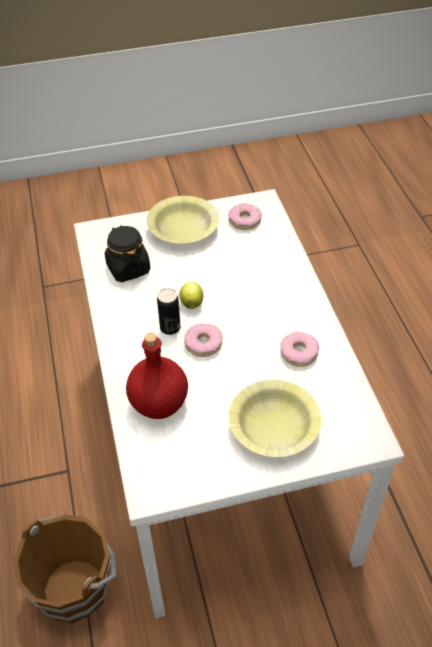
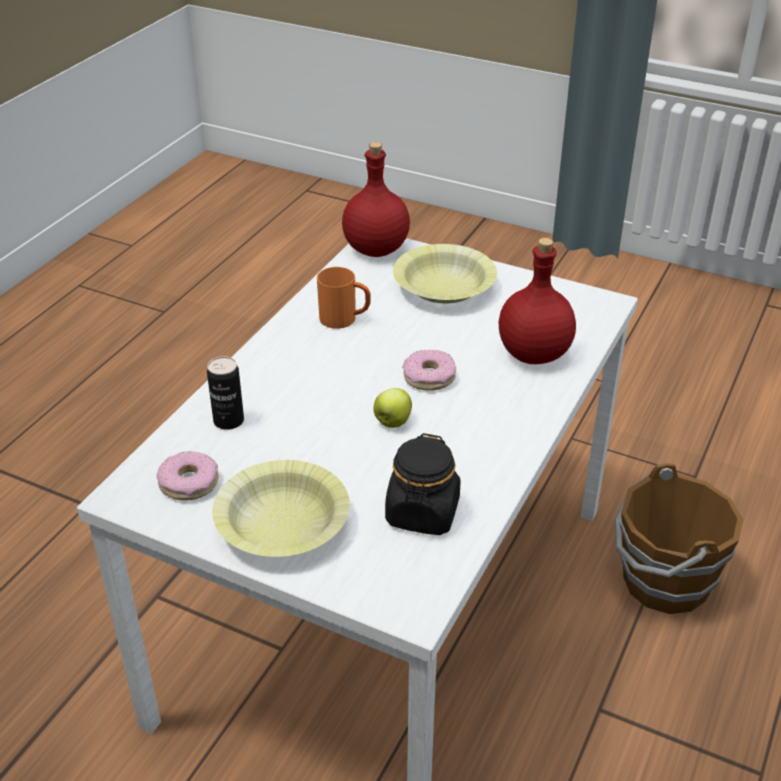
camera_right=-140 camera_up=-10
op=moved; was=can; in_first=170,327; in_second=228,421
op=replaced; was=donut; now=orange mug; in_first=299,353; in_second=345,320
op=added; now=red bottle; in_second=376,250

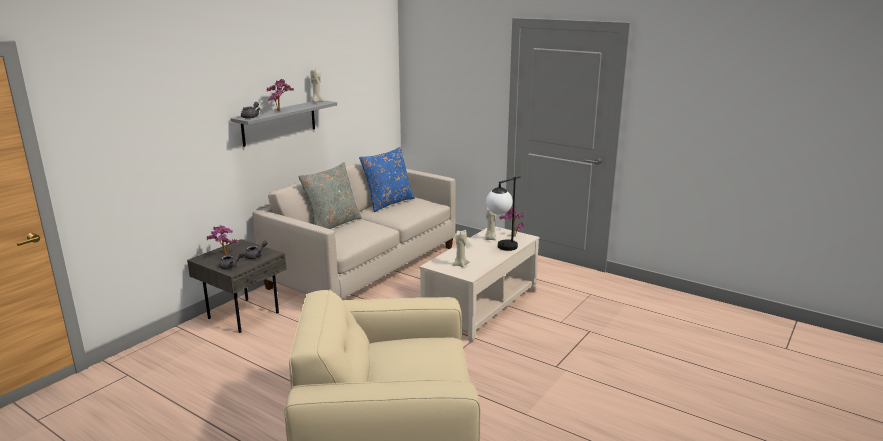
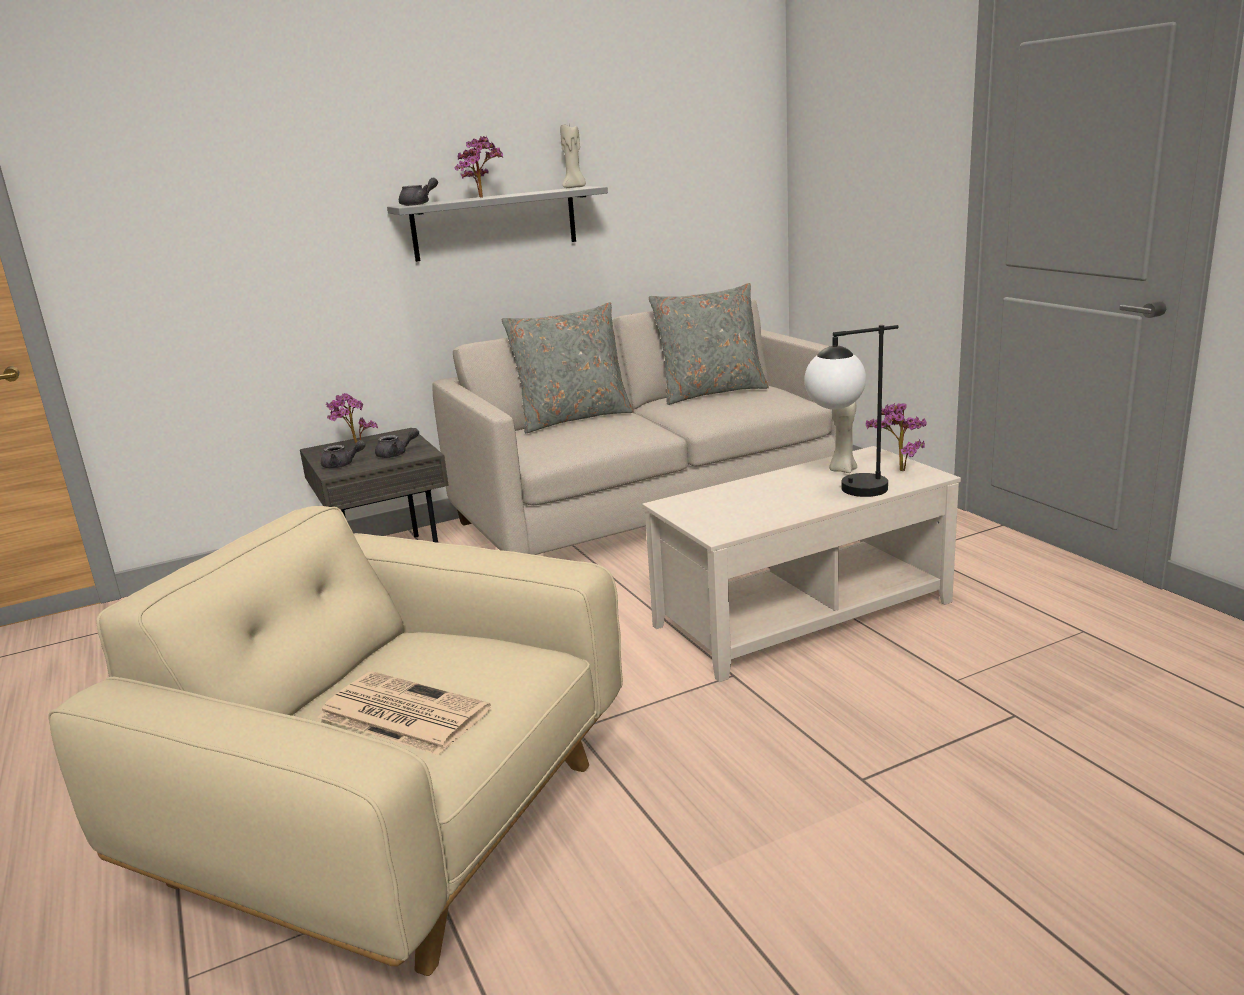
camera_right=30 camera_up=0
op=recoloured; was=blue pillow; now=grey pillow; in_first=388,203; in_second=711,392
op=removed; was=beige candle; in_first=460,264
op=added; now=newspaper; in_second=401,713

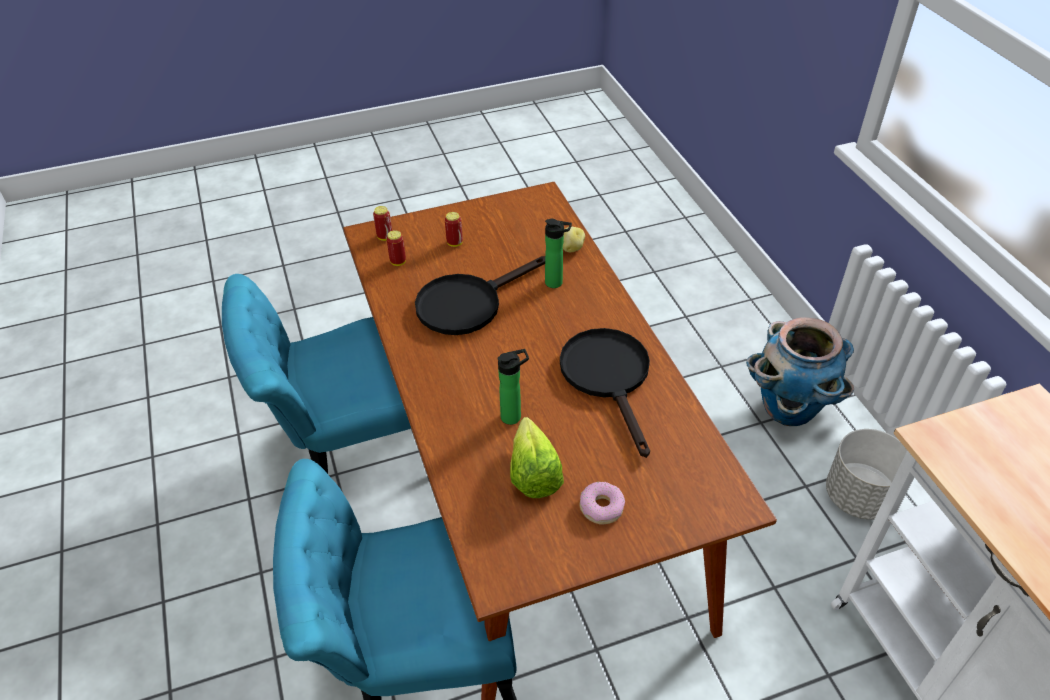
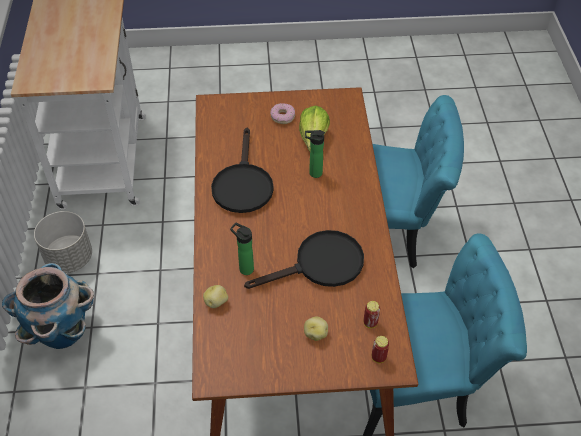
camera_right=-165 camera_up=5
op=replaced; was=can; now=potato; in_first=454,243; in_second=315,333

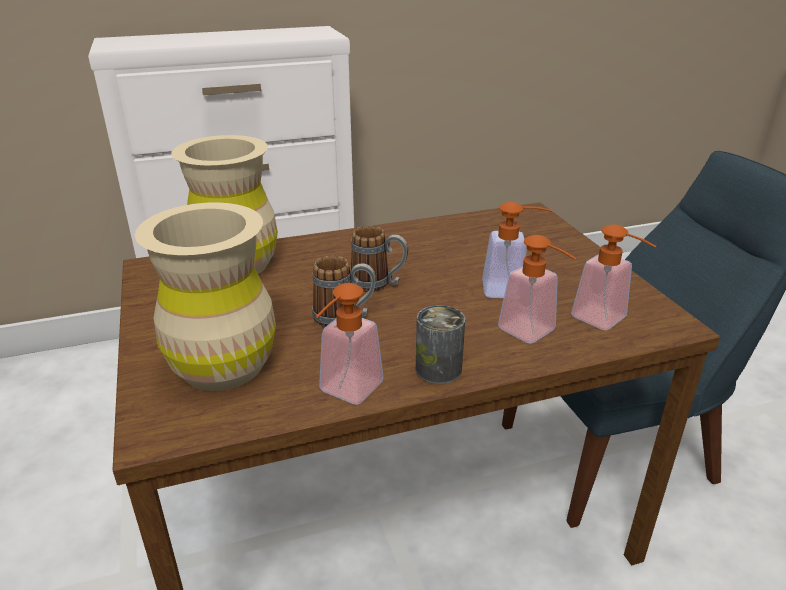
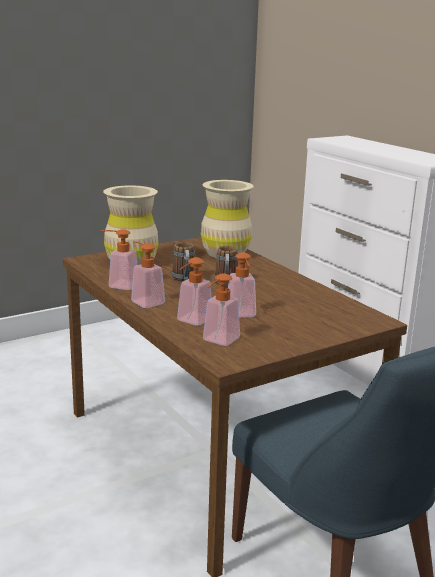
camera_right=75 camera_up=-10
op=replaced; was=can; now=soap dispenser; in_first=438,369; in_second=144,301

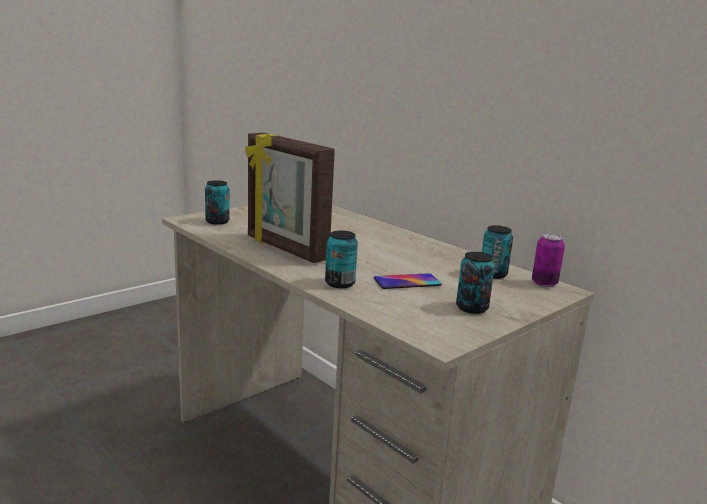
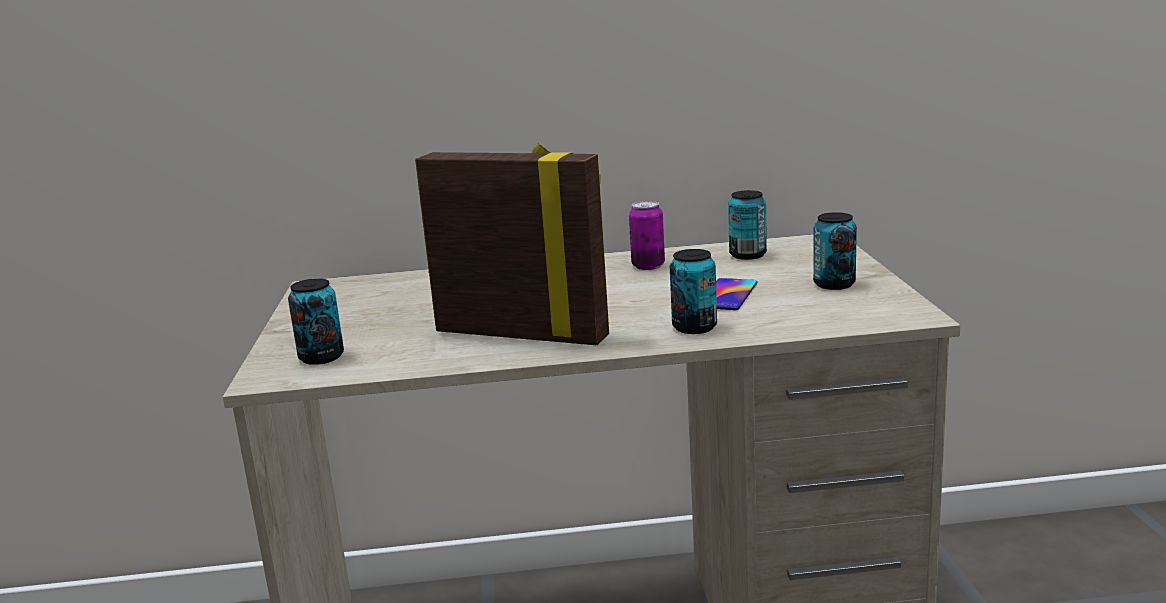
camera_right=-50 camera_up=0
op=turned; was=picture frame; in_first=285,249; in_second=522,334; clockwise=-150
op=moved; was=can; in_first=544,283; in_second=648,266

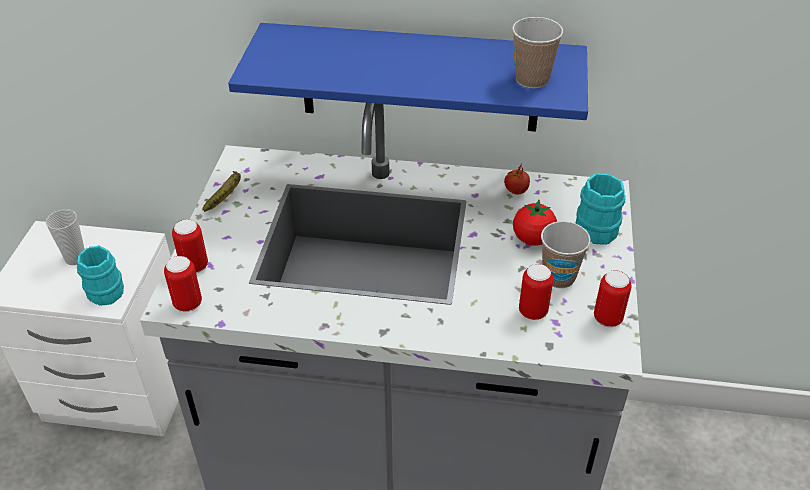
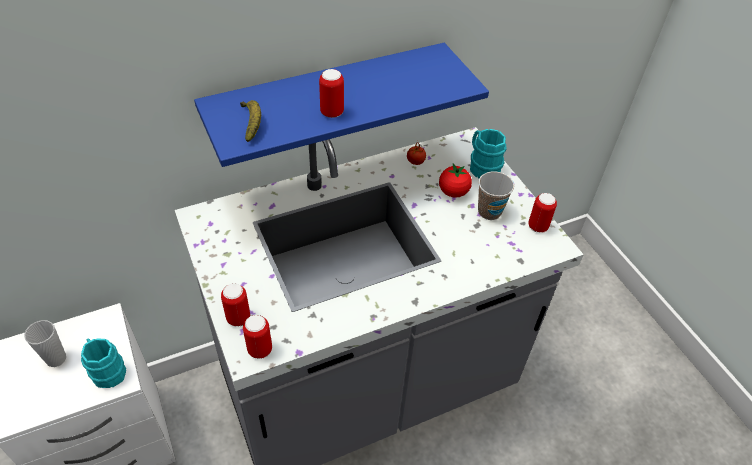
camera_right=-35 camera_up=5
op=moved; was=banana; in_first=227,196; in_second=252,124
op=removed; was=cup; in_first=532,79
op=moved; was=can; in_first=533,311; in_second=332,112

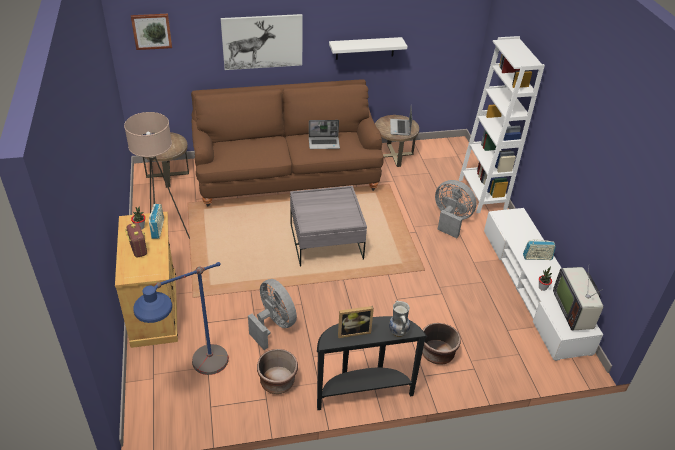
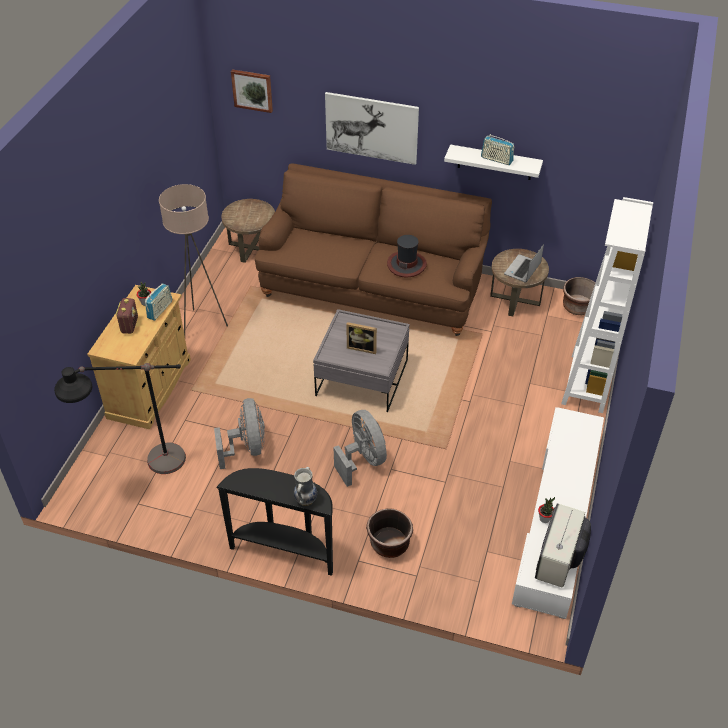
camera_right=30 camera_up=5
op=recoloured; was=blue floor lamp; now=black floor lamp; in_first=196,379; in_second=142,472
op=moved; was=brown planter; in_first=277,382; in_second=577,307
op=replaced; was=laptop; now=hat; in_first=324,143; in_second=406,264
op=moved; was=picture frame; in_first=353,331; in_second=362,347
op=moved; was=grey fan; in_first=451,220; in_second=363,460
op=moved; was=radio; in_first=537,257; in_second=496,159

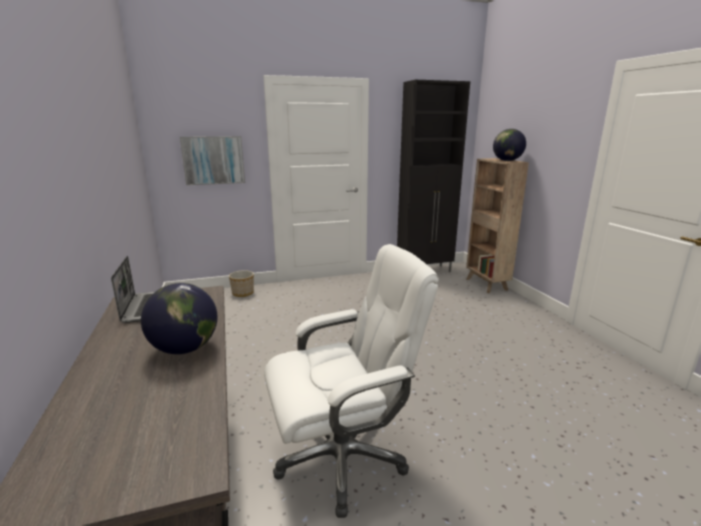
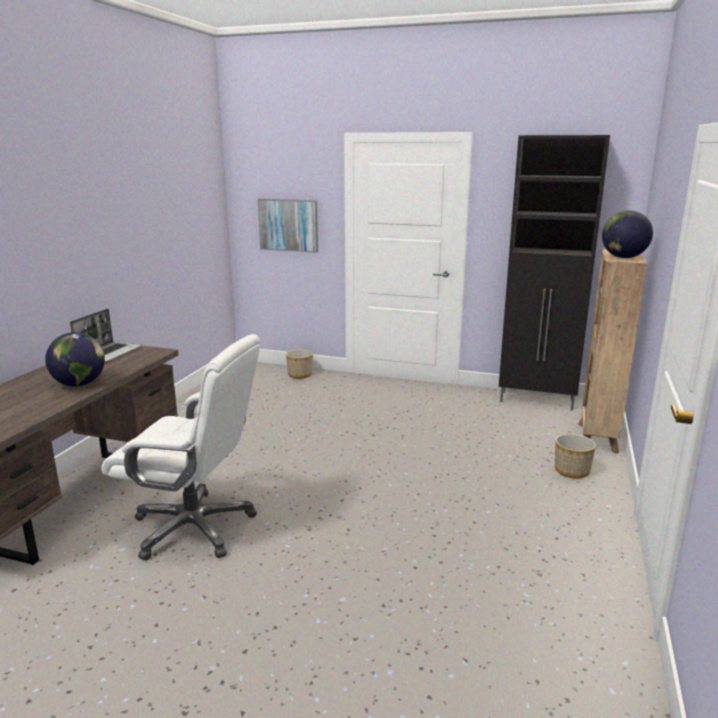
camera_right=35 camera_up=0
op=added; now=planter; in_second=571,471

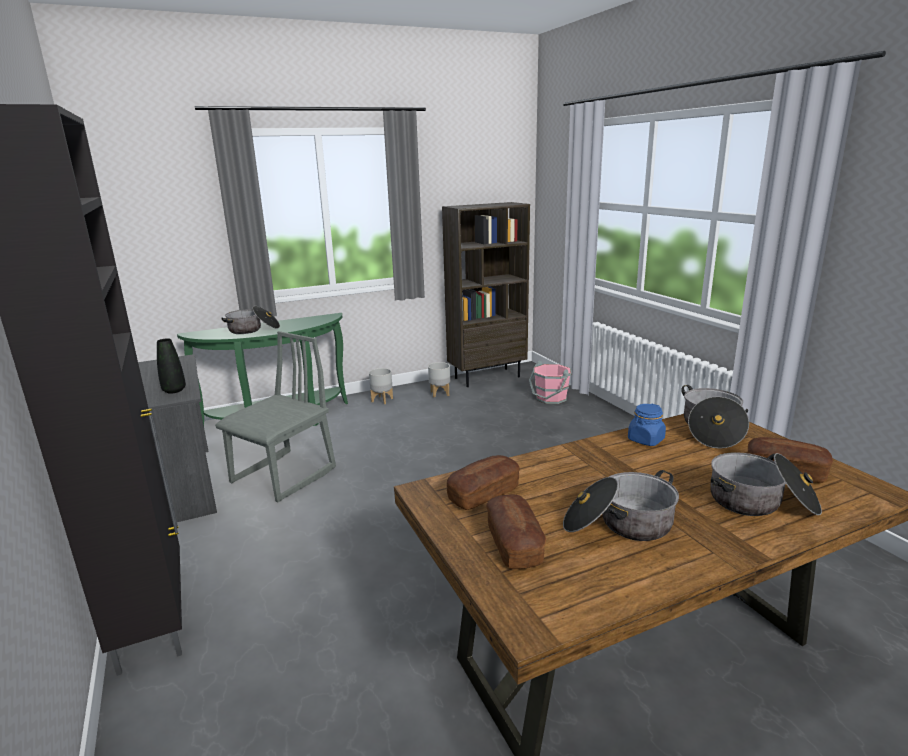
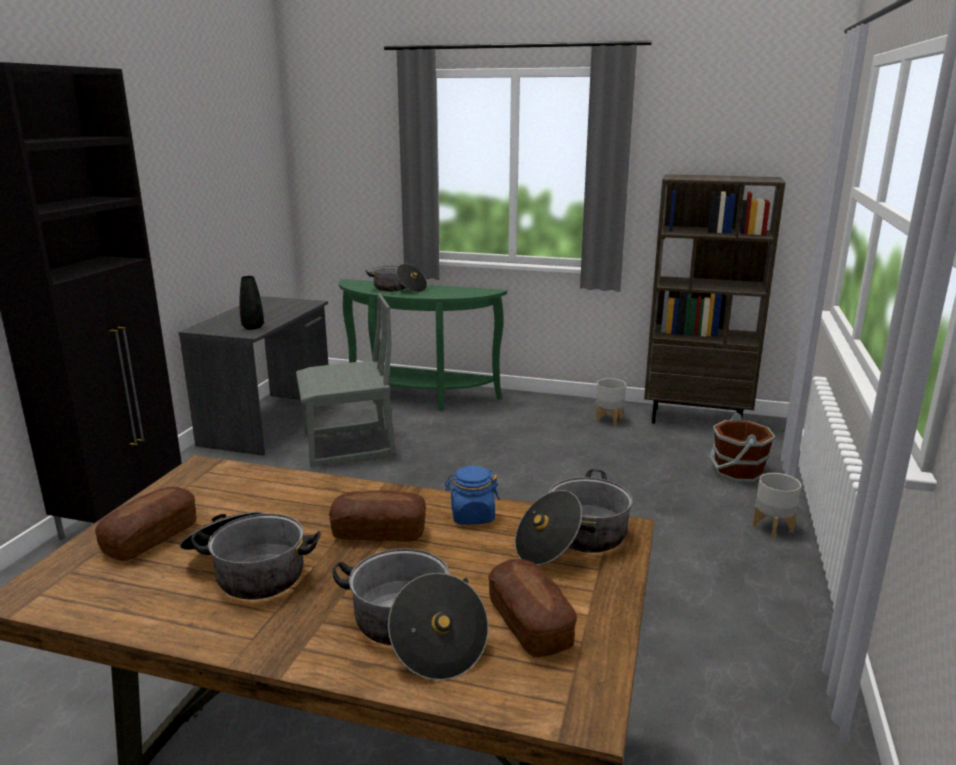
camera_right=40 camera_up=0
op=moved; was=grey planter; in_first=382,400; in_second=773,528
op=moved; was=bread; in_first=484,494; in_second=379,532
op=recoloured; was=pink bucket; now=brown bucket; in_first=550,398; in_second=737,472

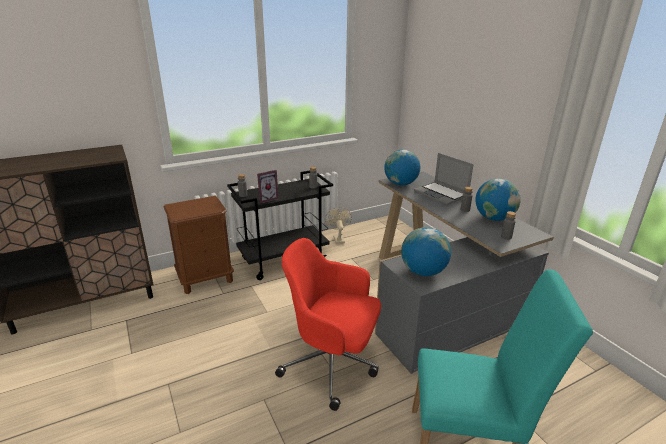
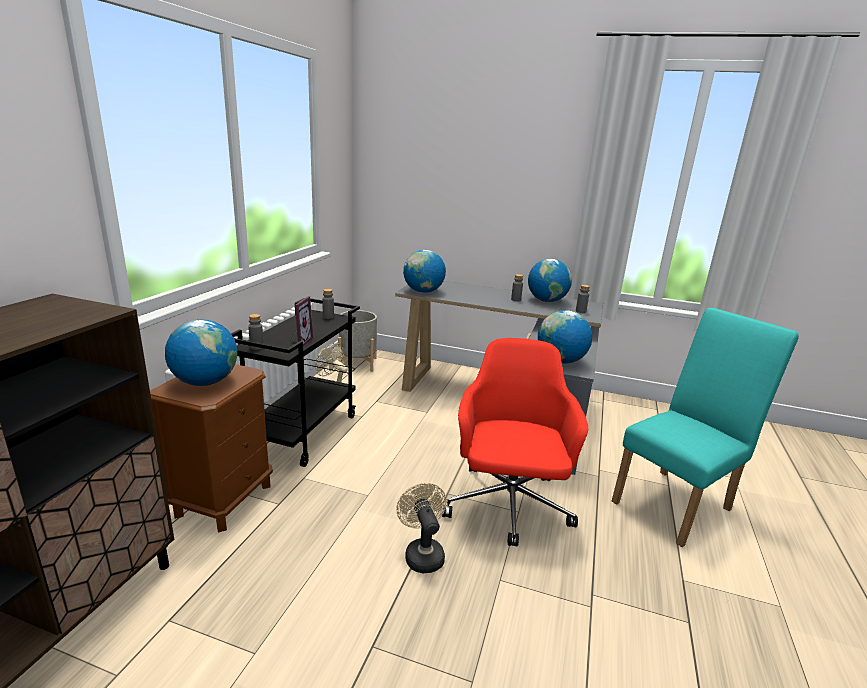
camera_right=-45 camera_up=-5
op=turned; was=red office chair; in_first=332,365; in_second=508,506; clockwise=120
op=removed; was=laptop; in_first=441,194
op=added; now=globe; in_second=205,382
op=added; now=grey planter; in_second=357,363
op=added; now=beige fan; in_second=422,553

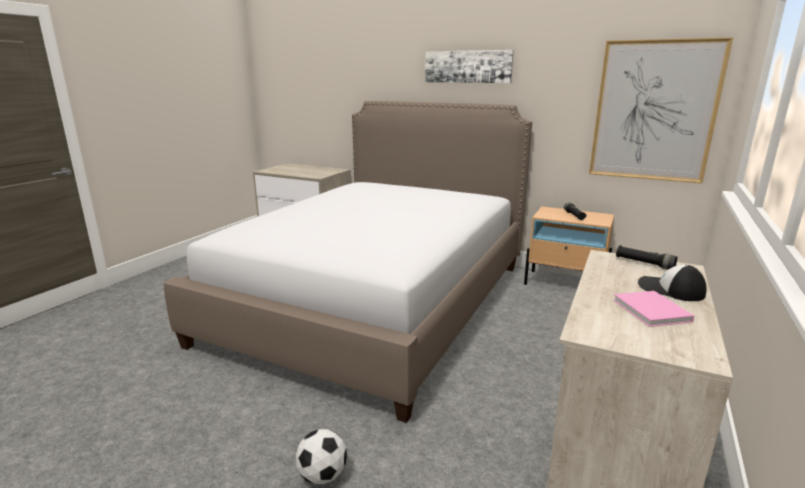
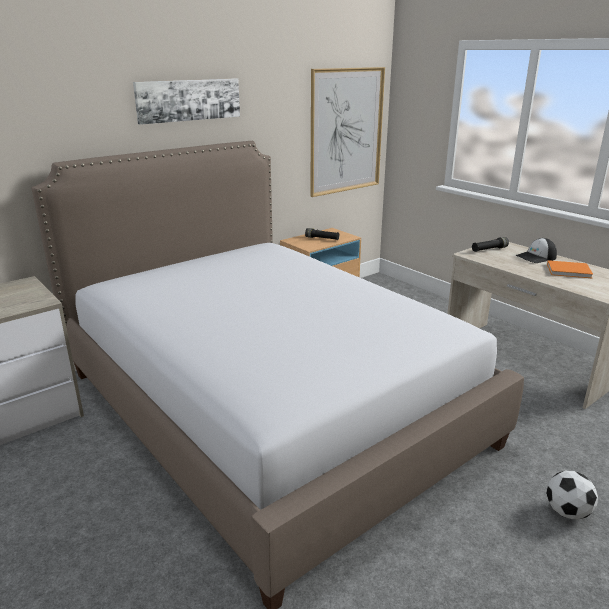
camera_right=-65 camera_up=5
op=recoloured; was=pink book; now=orange book; in_first=652,311; in_second=570,271

